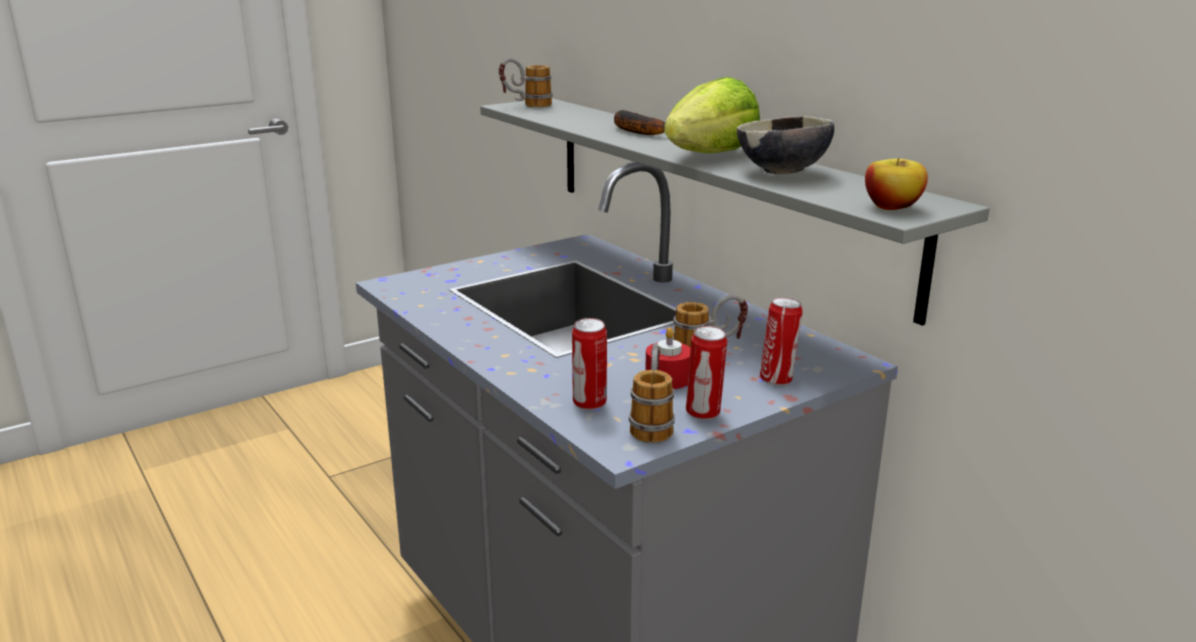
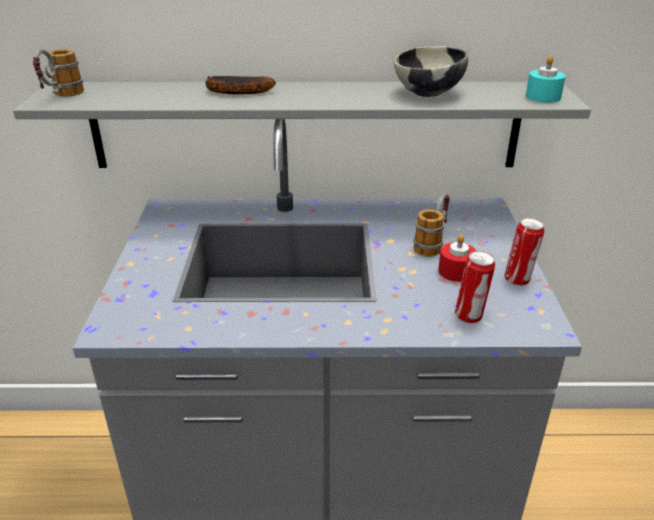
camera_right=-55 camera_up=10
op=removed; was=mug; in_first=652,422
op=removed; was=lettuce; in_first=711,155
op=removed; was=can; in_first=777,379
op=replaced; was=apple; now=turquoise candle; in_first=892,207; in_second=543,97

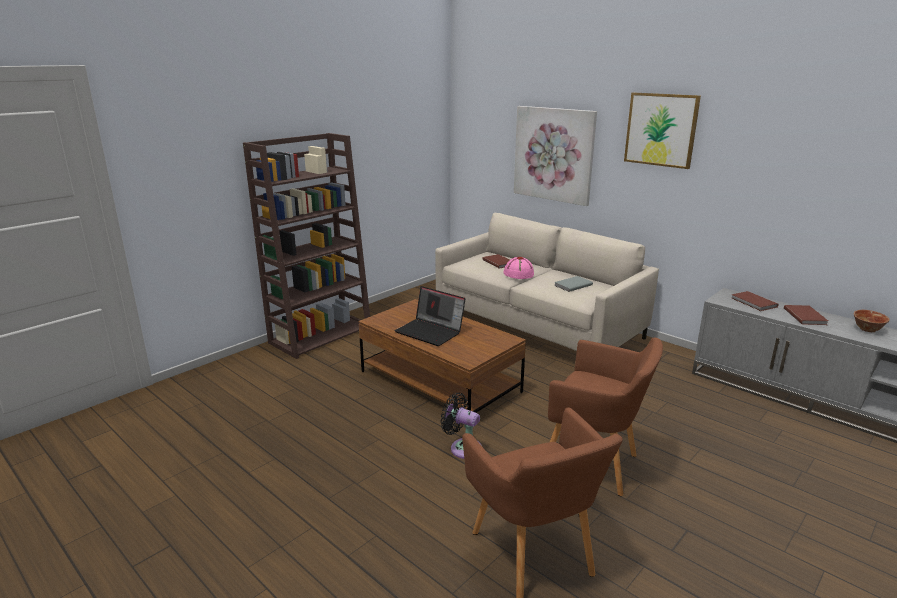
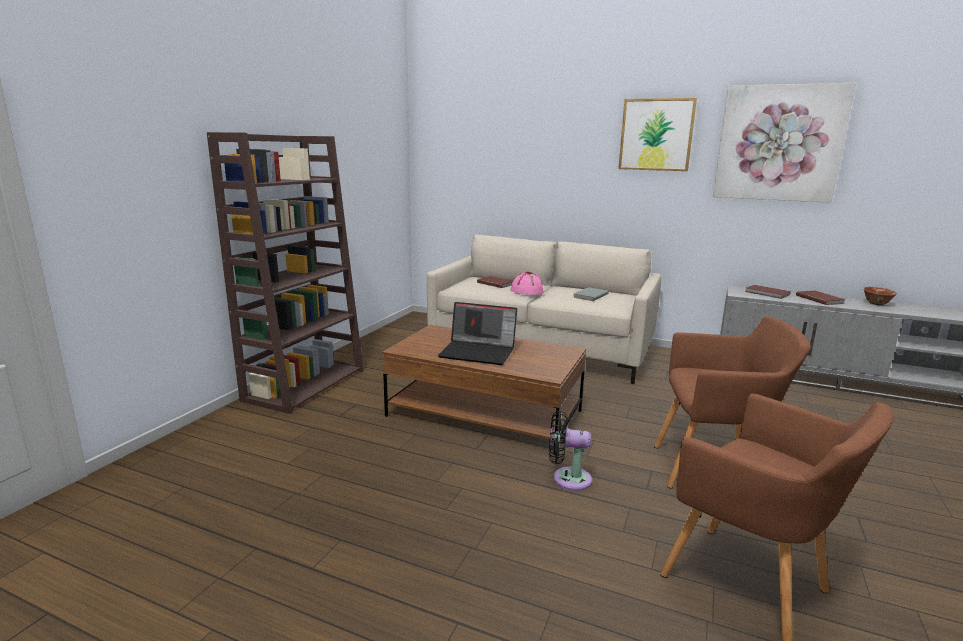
camera_right=-20 camera_up=-5
op=moved; was=picture; in_first=553,154; in_second=778,143

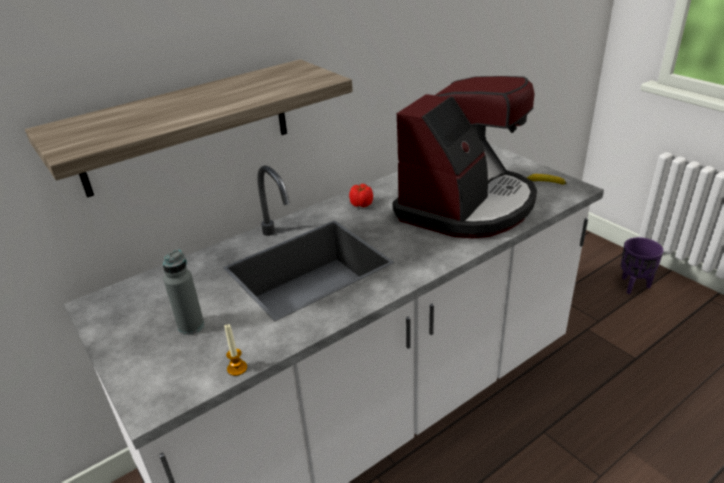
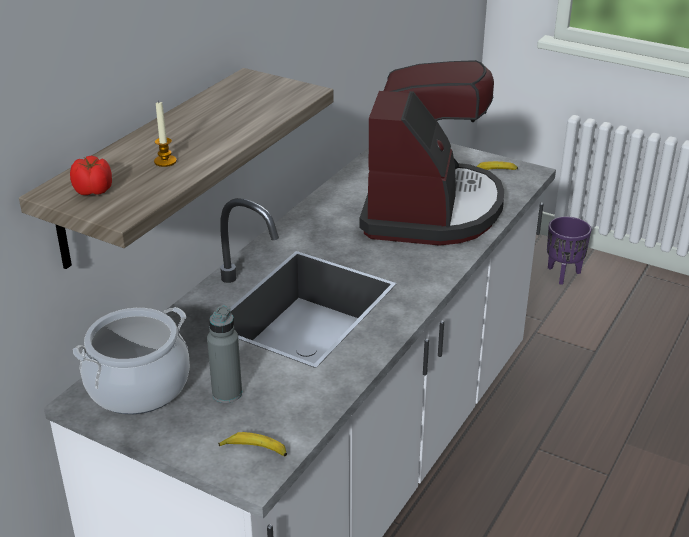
camera_right=-25 camera_up=0
op=moved; was=candle; in_first=237,368; in_second=165,161
op=moved; was=tomato; in_first=362,204; in_second=94,191
op=added; now=cooking pot; in_second=139,386
op=added; now=banana; in_second=254,450

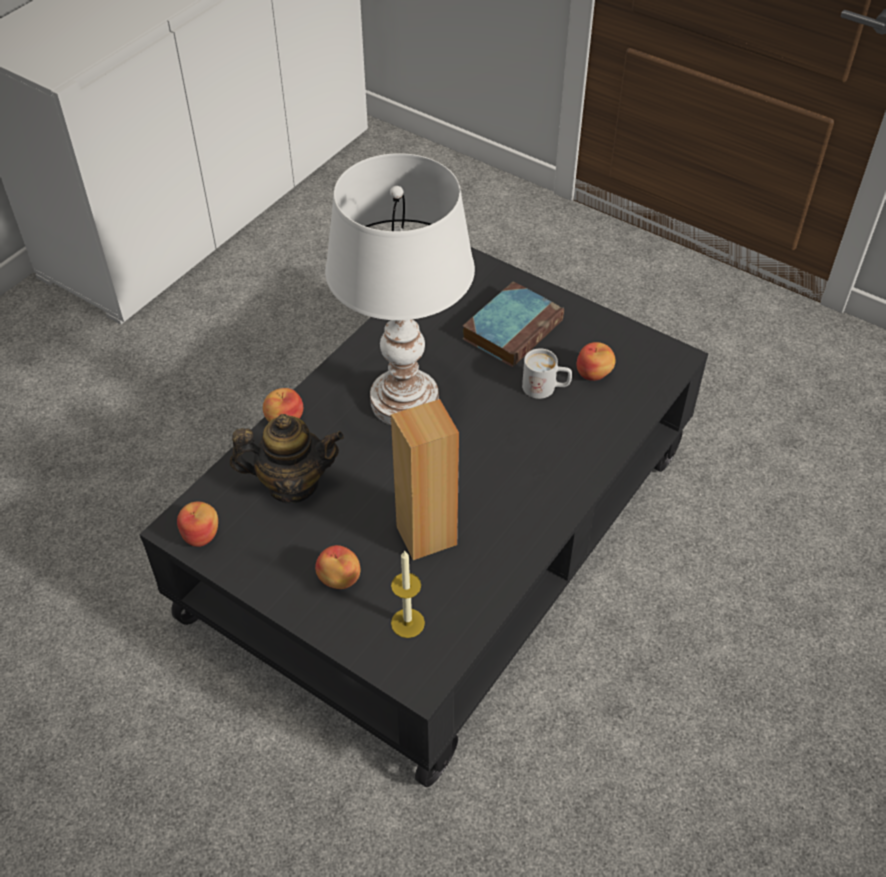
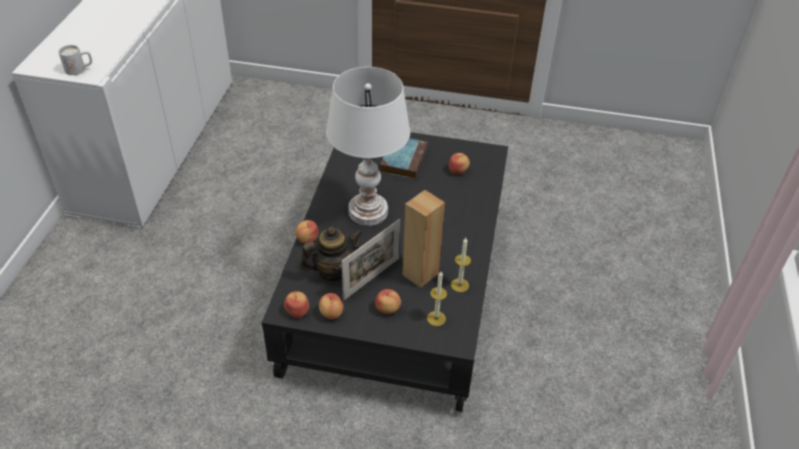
camera_right=-25 camera_up=-5
op=moved; was=white mug; in_first=546,388; in_second=79,69
op=added; now=apple; in_second=330,314
op=added; now=picture frame; in_second=371,278
op=added; now=candle; in_second=460,285

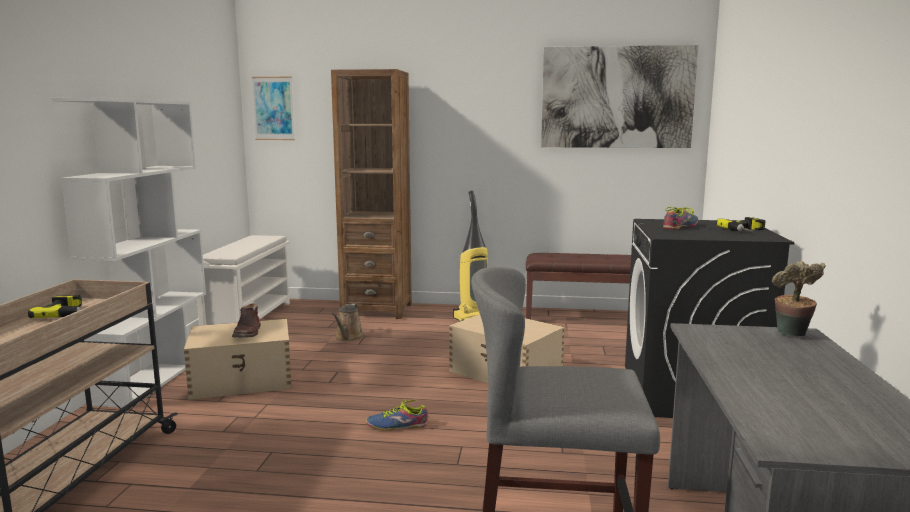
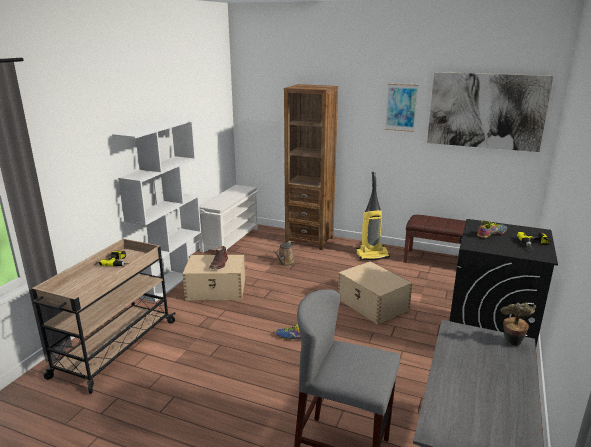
camera_right=15 camera_up=10
op=moved; was=picture; in_first=273,108; in_second=401,107

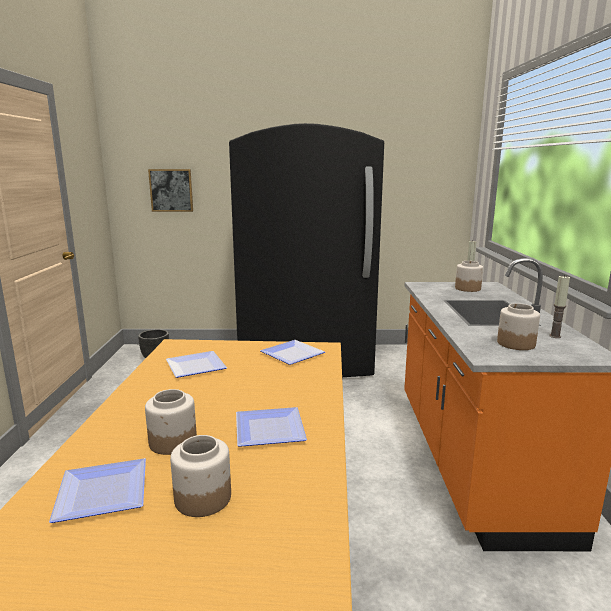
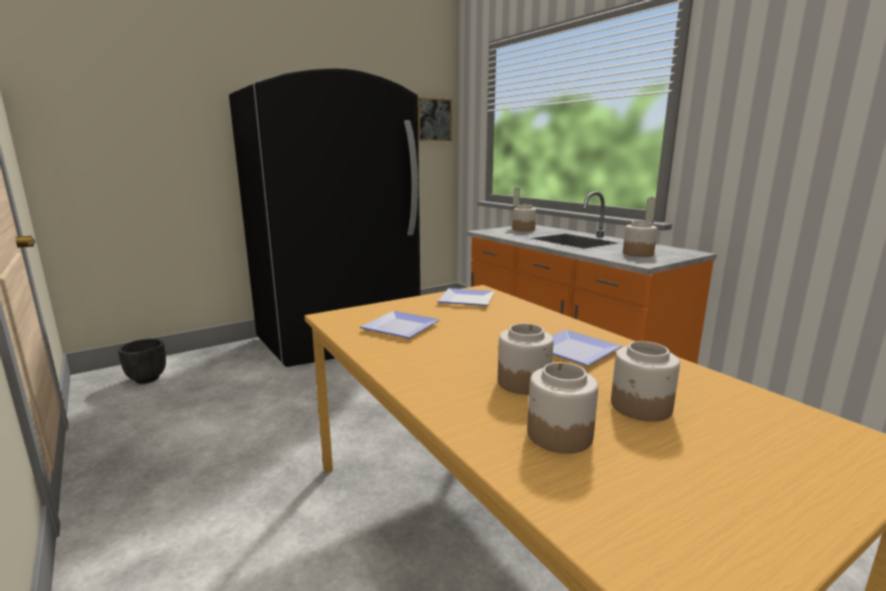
camera_right=-35 camera_up=0
op=replaced; was=plate; now=jar; in_first=106,490; in_second=559,434
op=moved; was=picture; in_first=171,190; in_second=433,119

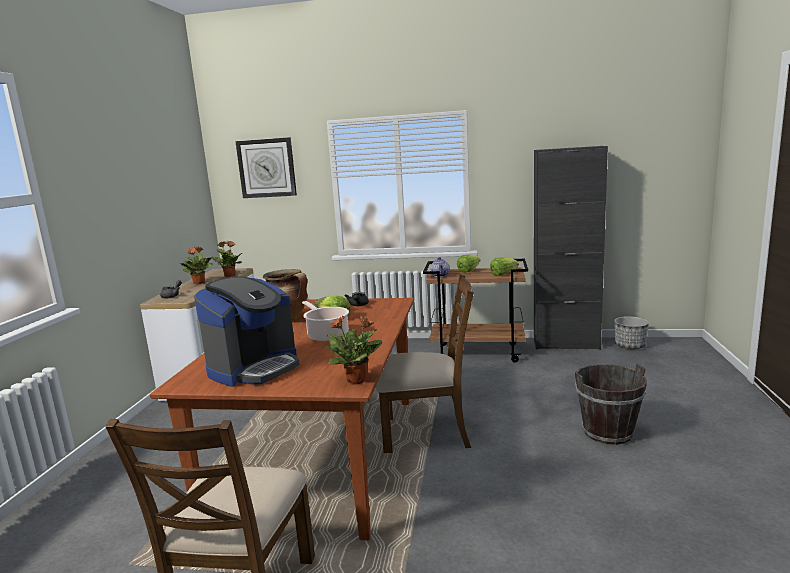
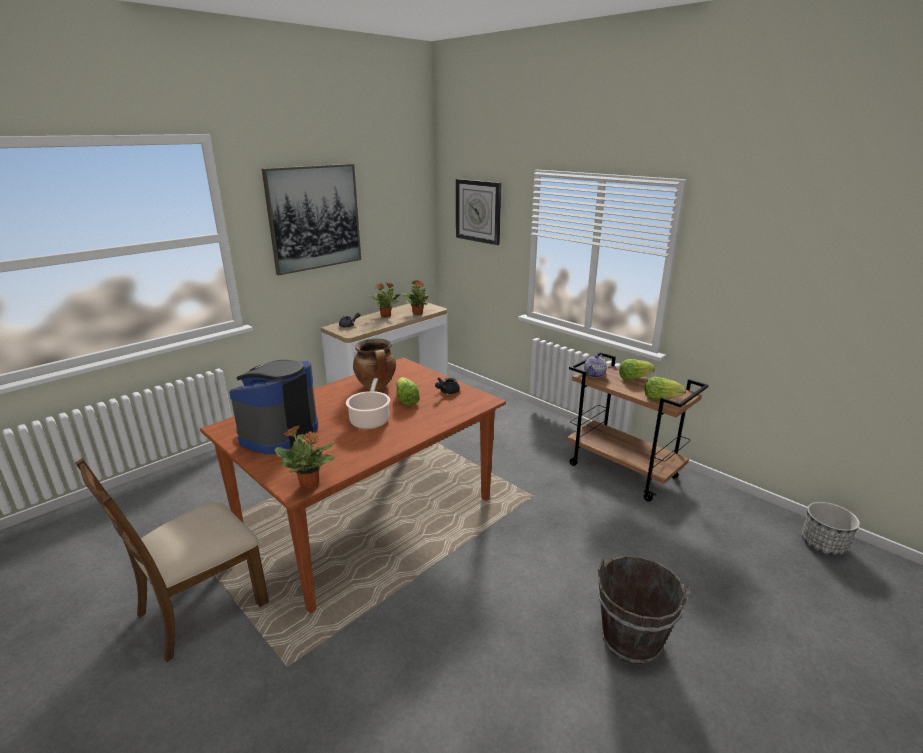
camera_right=35 camera_up=10
op=turned; was=coffee machine; in_first=254,368; in_second=278,434; clockwise=135
op=removed; was=brown chair; in_first=427,432
op=removed; was=black cabinet; in_first=566,344
op=added; now=picture; in_second=314,218

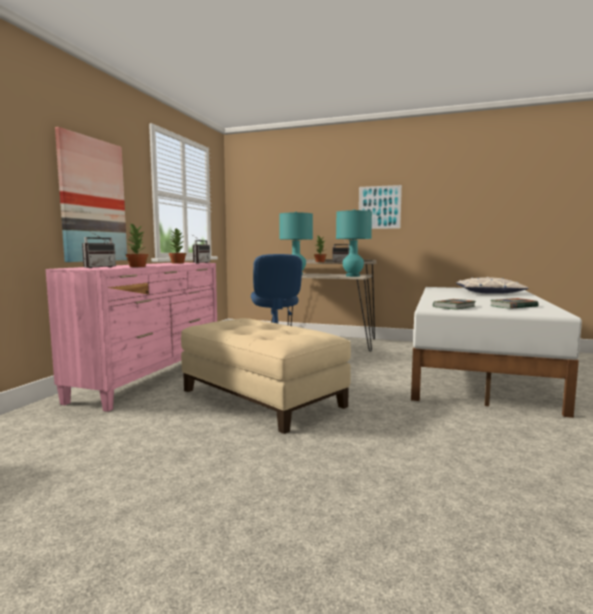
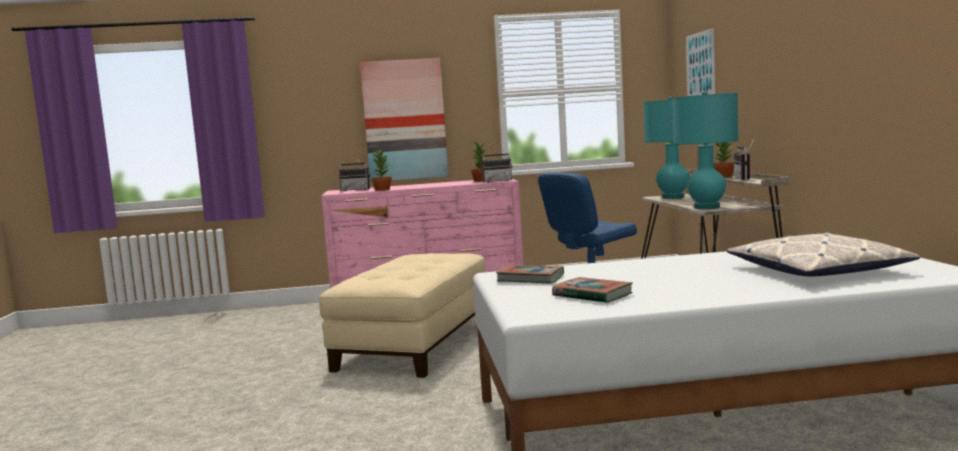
camera_right=65 camera_up=0
op=moved; was=picture; in_first=379,207; in_second=700,64

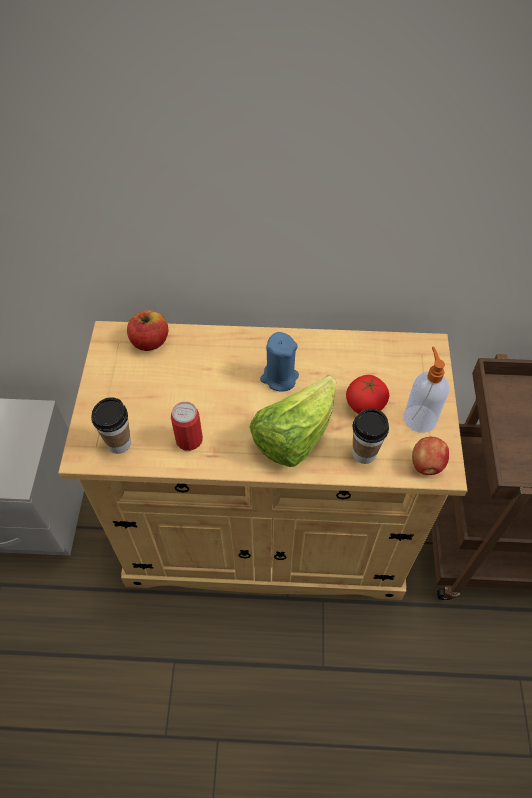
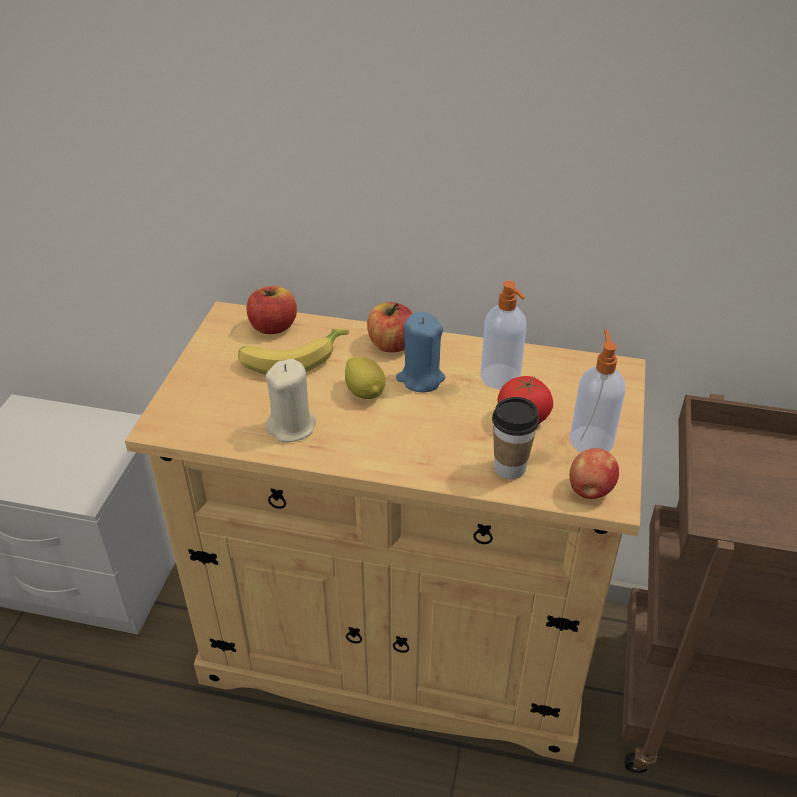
camera_right=10 camera_up=-15
op=removed; was=cup; in_first=119,443
op=replaced; was=can; now=beige candle; in_first=189,439; in_second=292,426
op=removed; was=lettuce; in_first=294,436
op=added; now=banana; in_second=292,358
op=added; now=lemon; in_second=365,392
op=added; now=apple; in_second=391,344
op=added; now=soap dispenser; in_second=501,378

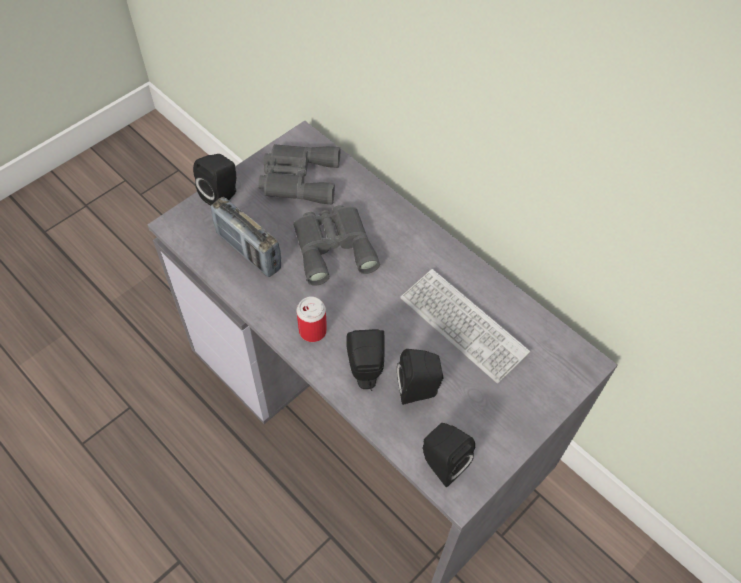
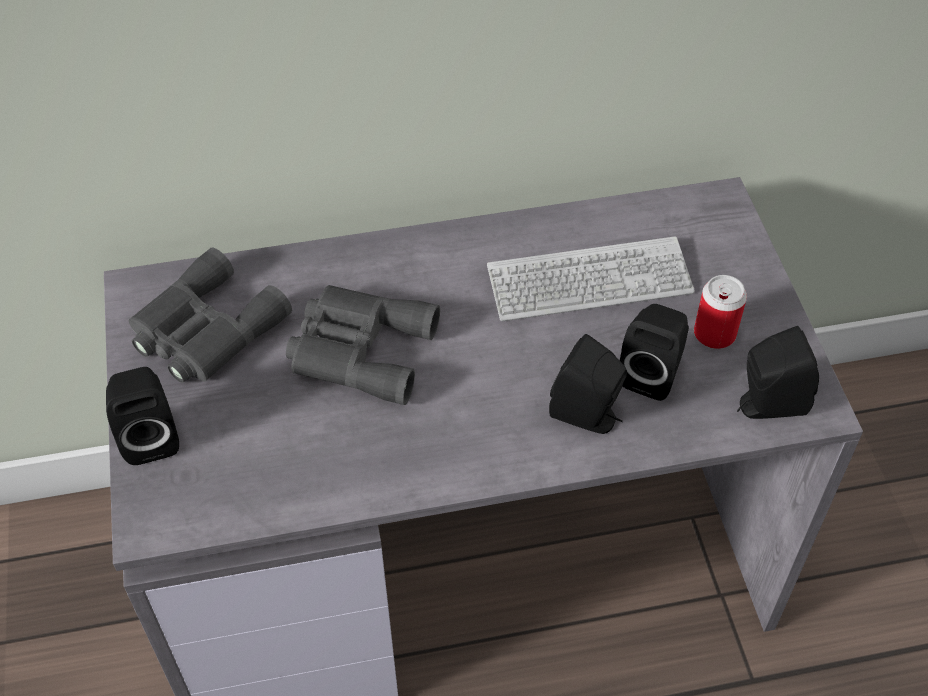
camera_right=-55 camera_up=-5
op=removed; was=radio; in_first=248,251
op=moved; was=can; in_first=312,331; in_second=714,334

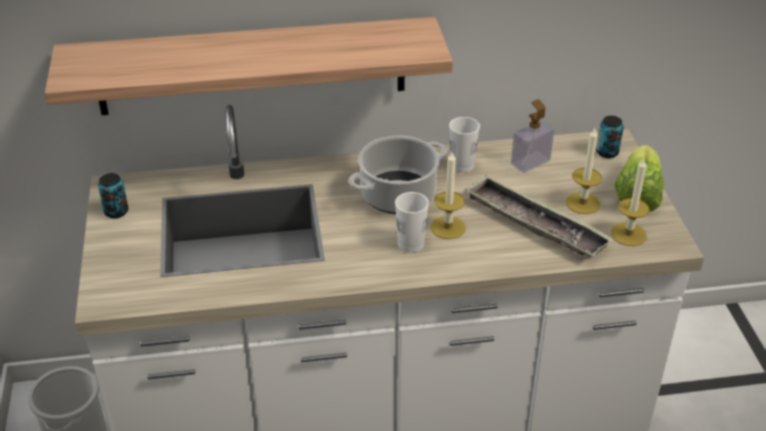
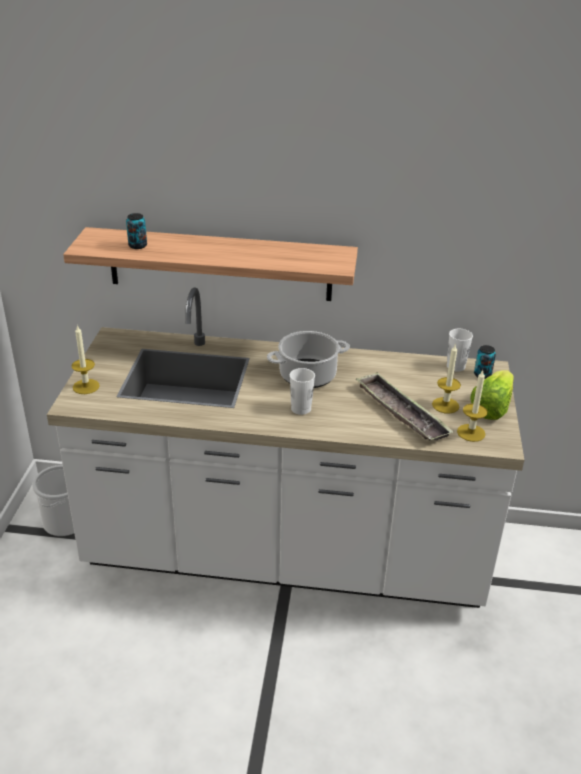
camera_right=15 camera_up=-5
op=moved; was=can; in_first=116,212; in_second=137,245
op=moved; was=candle; in_first=448,227; in_second=86,386
op=moved; was=white cup; in_first=462,165; in_second=455,366
op=removed; was=soap dispenser; in_first=530,162

